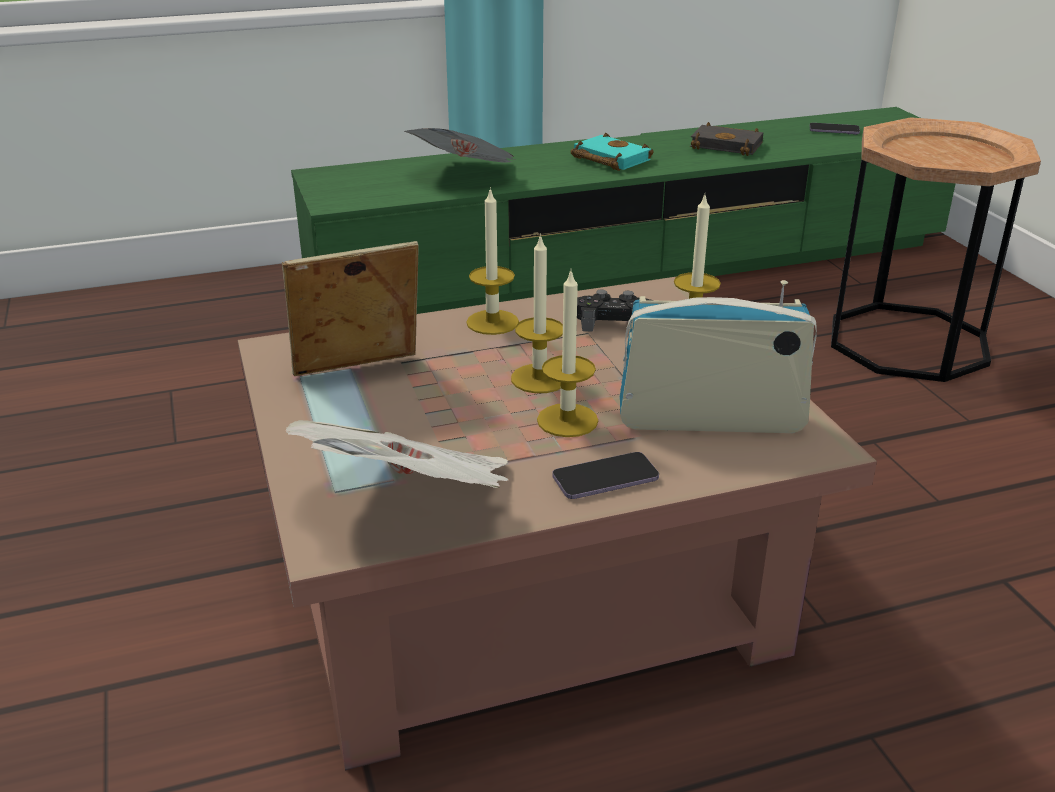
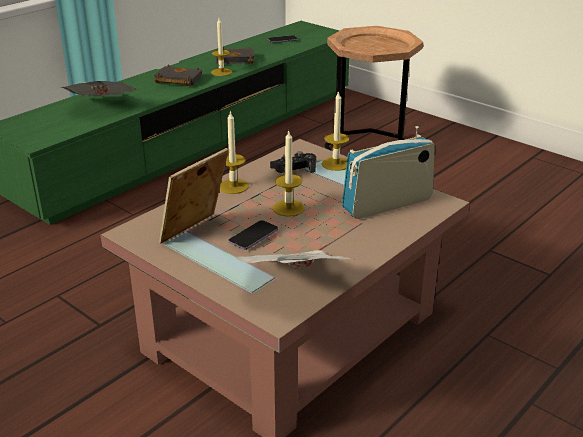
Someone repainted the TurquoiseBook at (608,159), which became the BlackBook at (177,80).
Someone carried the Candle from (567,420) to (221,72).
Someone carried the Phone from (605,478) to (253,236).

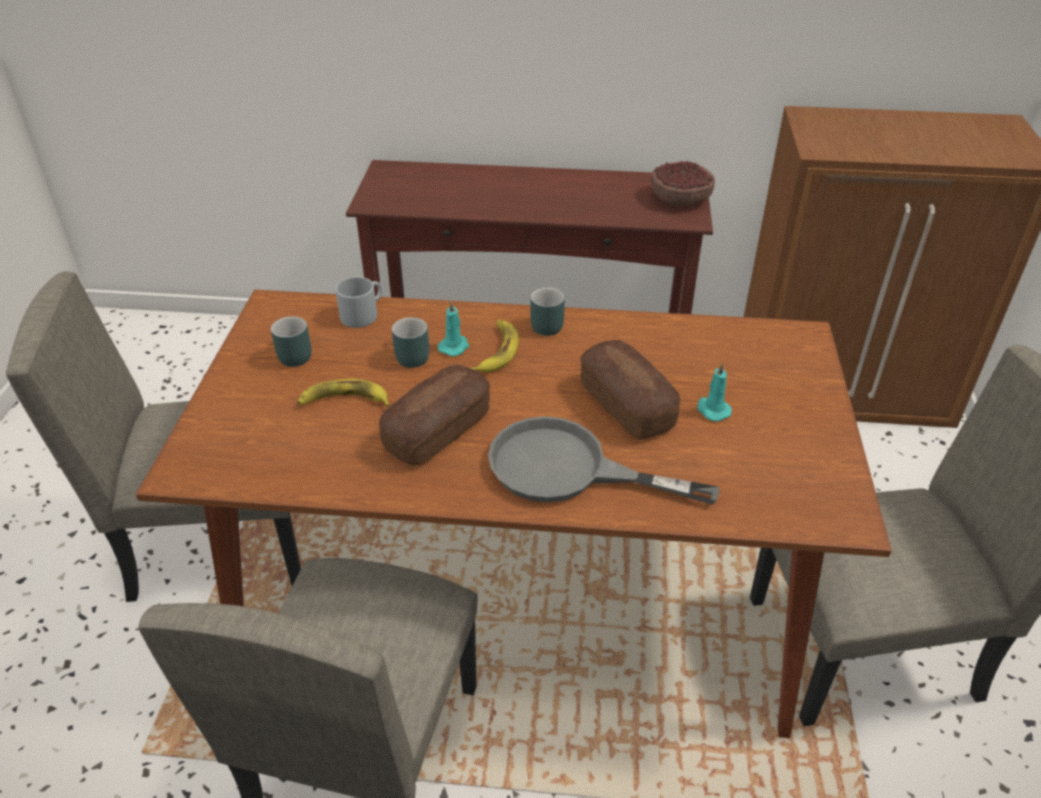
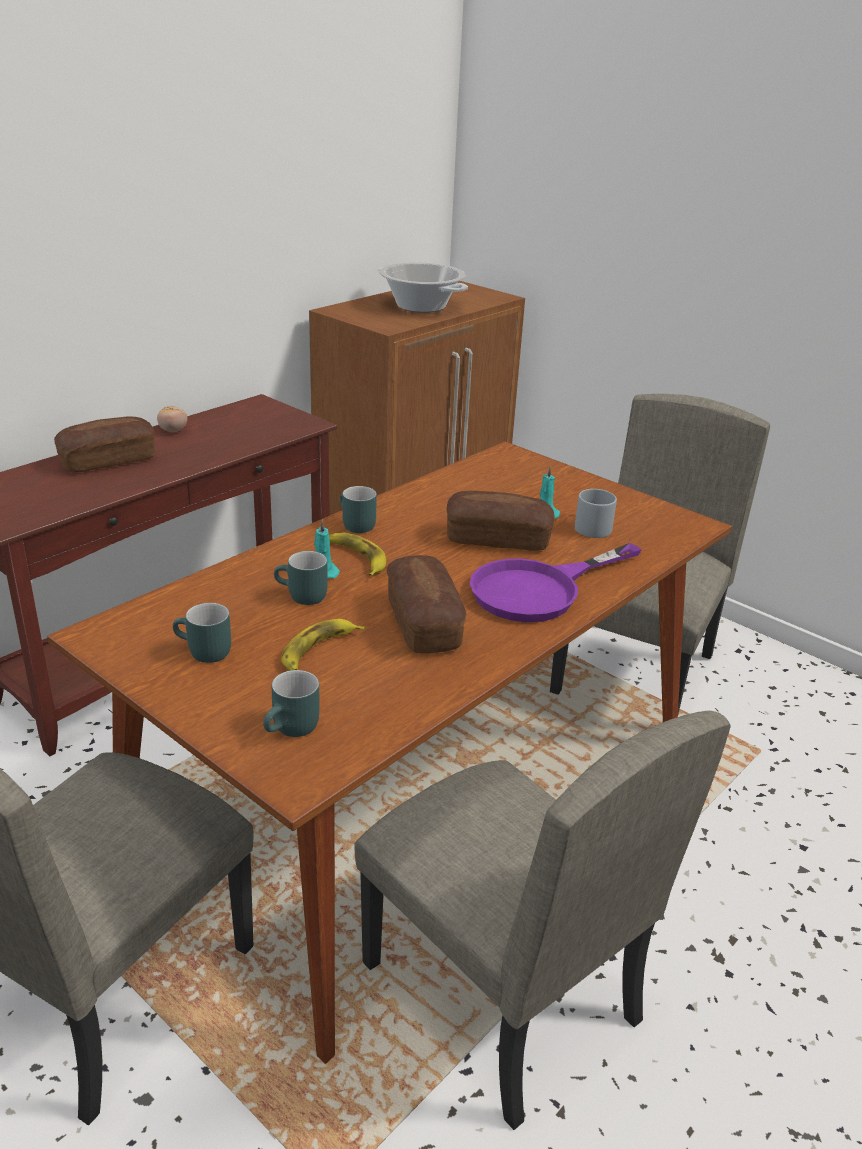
Someone put down the Bread at (108,461).
Someone put down the Tomato at (173,431).
Someone put down the TurquoiseMug at (293,730).
Someone put down the CookingPot at (420,306).
Someone repainted the GreyFryingPan at (568,469), which became the PurpleFryingPan at (539,589).
Someone carried the GreyMug from (363,313) to (589,526).
Someone took away the Bowl at (680,199).

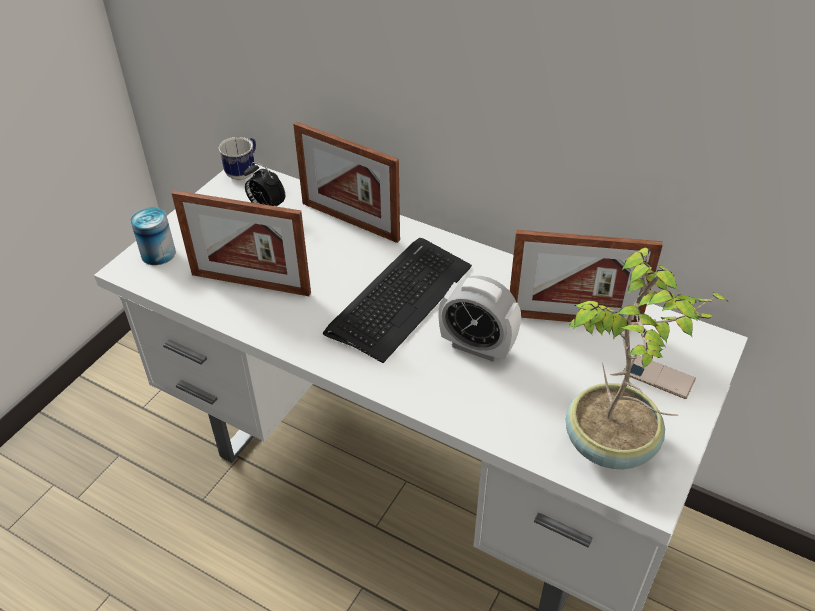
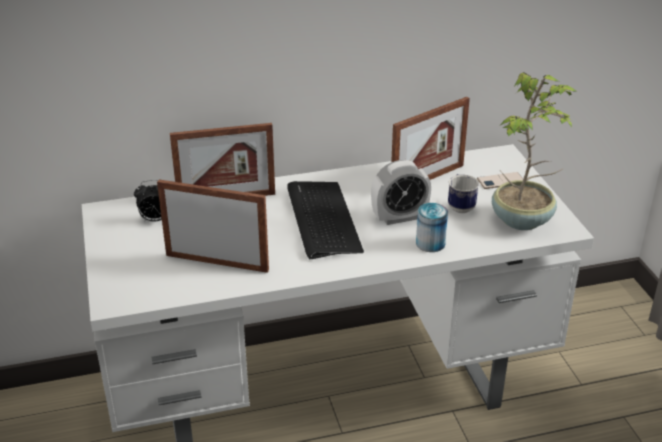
Someone rotated the PictureFrame at (250,283) by 135 degrees counterclockwise.
Someone carried the Can from (158,253) to (430,243).
Someone carried the Mug from (244,172) to (460,206).

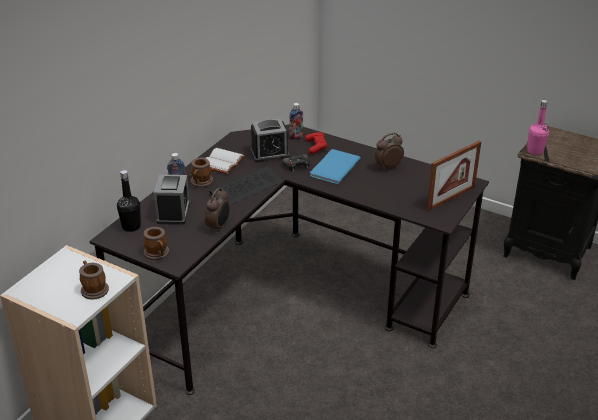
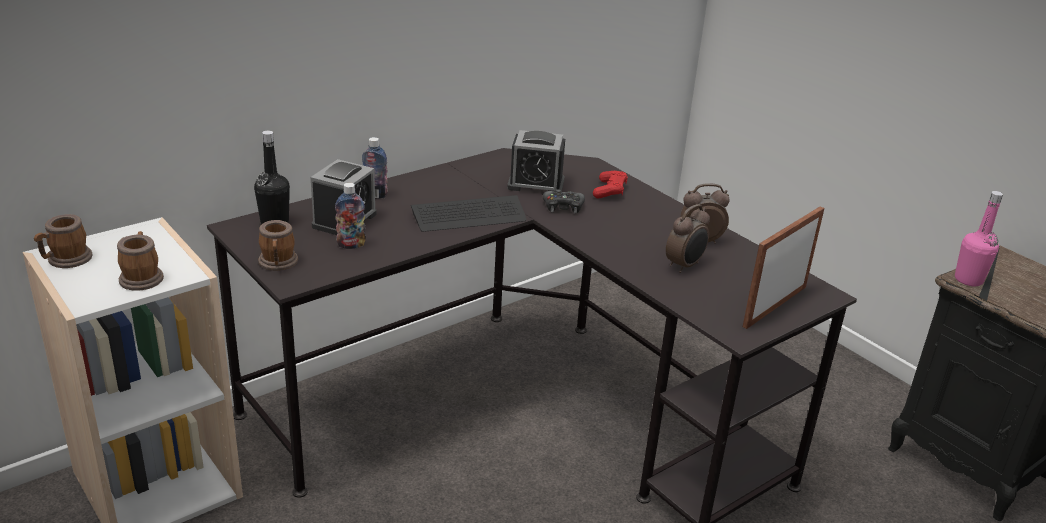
Someone carried the Mug from (201,183) to (66,260).
Someone carried the Bottle from (296,137) to (351,245).
Someone carried the AlarmClock from (219,227) to (685,266).
Someone rotated the PictureFrame at (451,198) by 150 degrees clockwise.
Someone took away the WhiteBook at (223,163).
Someone took away the BlueBook at (333,168).

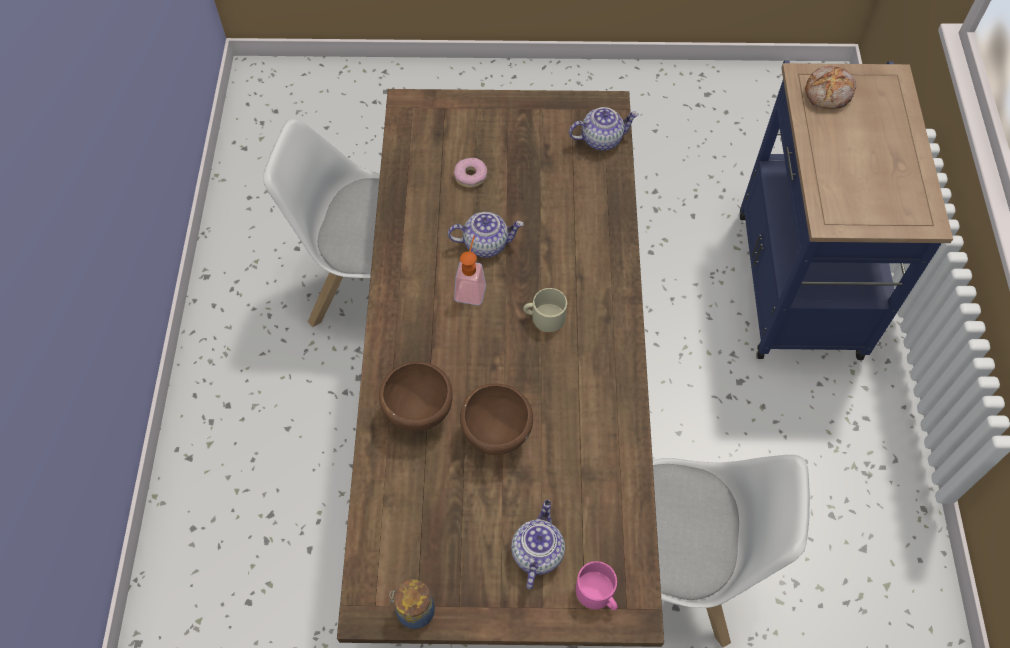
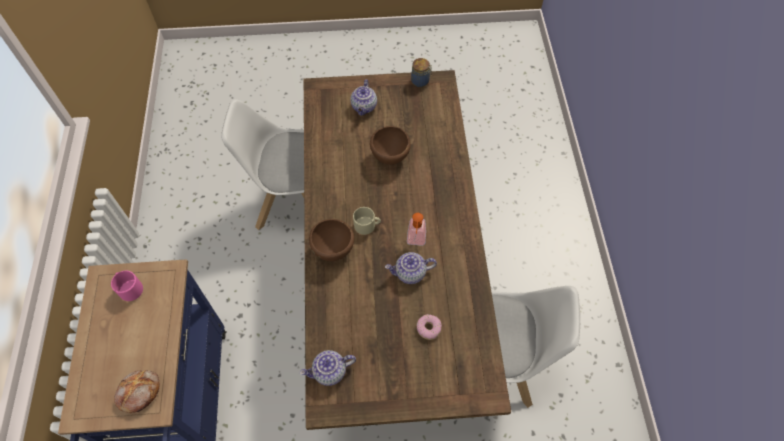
Someone carried the PinkMug from (598,594) to (129,288).
Someone carried the BrownBowl from (418,413) to (334,250).

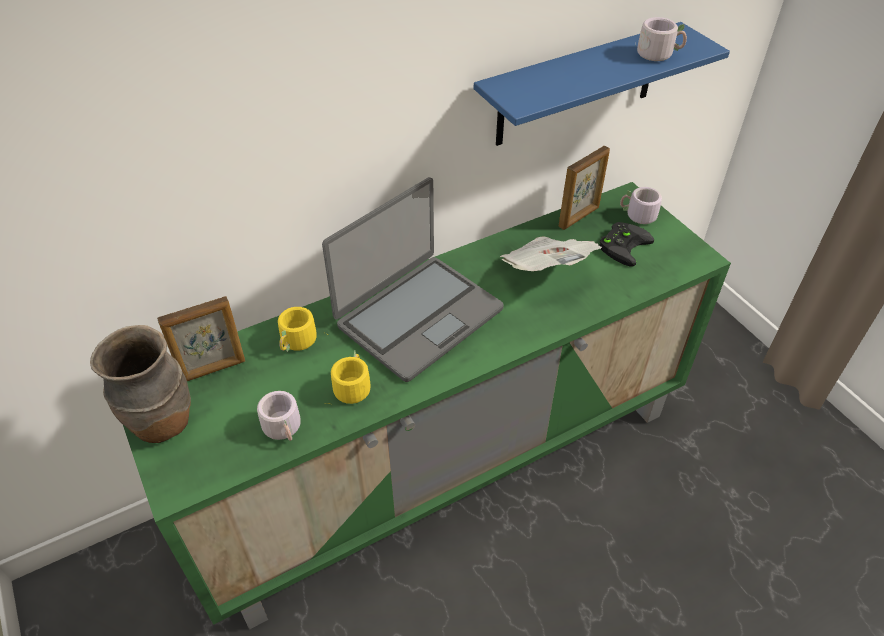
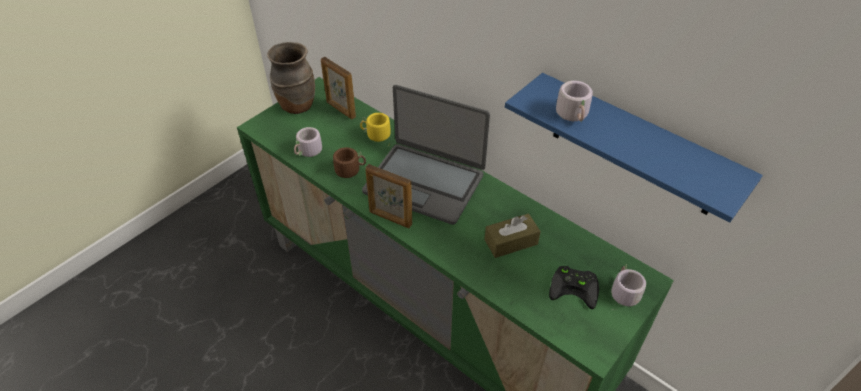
Someone repainted the YellowMug at (351,386), which became the BrownMug at (350,169).
Someone carried the PictureFrame from (579,217) to (390,218).
Someone swapped the Newspaper at (546,271) for the BrownTissueBox at (511,242).
Someone carried the GreyMug from (658,53) to (574,115).

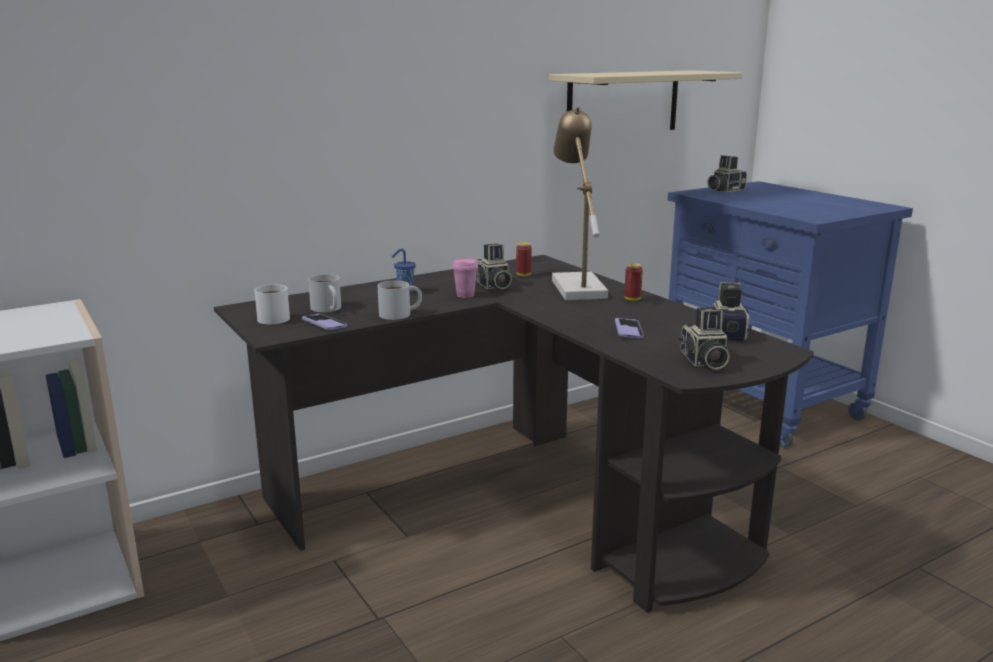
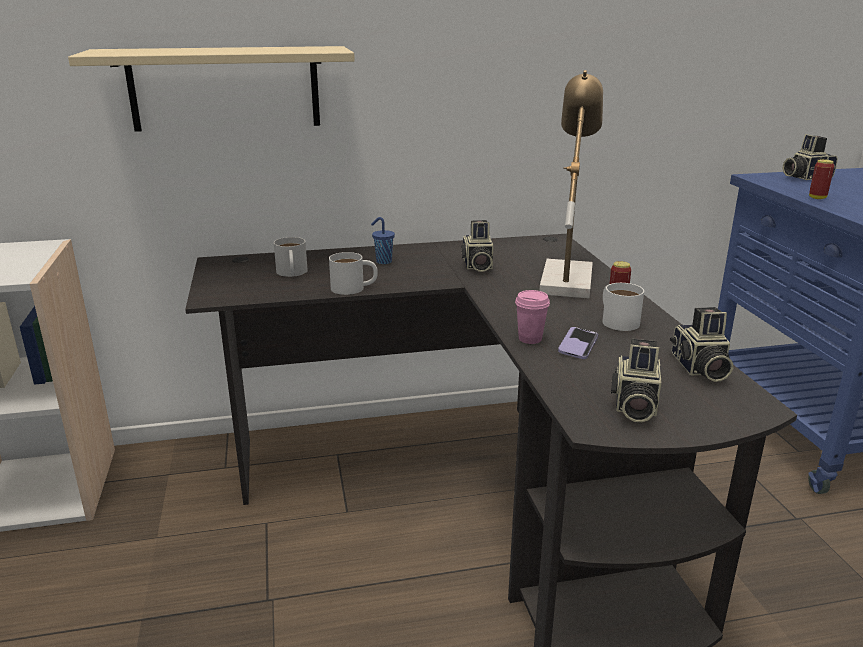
Someone carried the BeigeShelf from (623,103) to (225,88).
Someone carried the PinkCup from (465,295) to (530,339).
Someone carried the WhiteMug from (270,317) to (616,320).
Someone rotated the PhotoCamera at (728,333) by 150 degrees clockwise.
Someone carried the Can from (523,275) to (817,198).
Someone took away the Phone at (324,323).

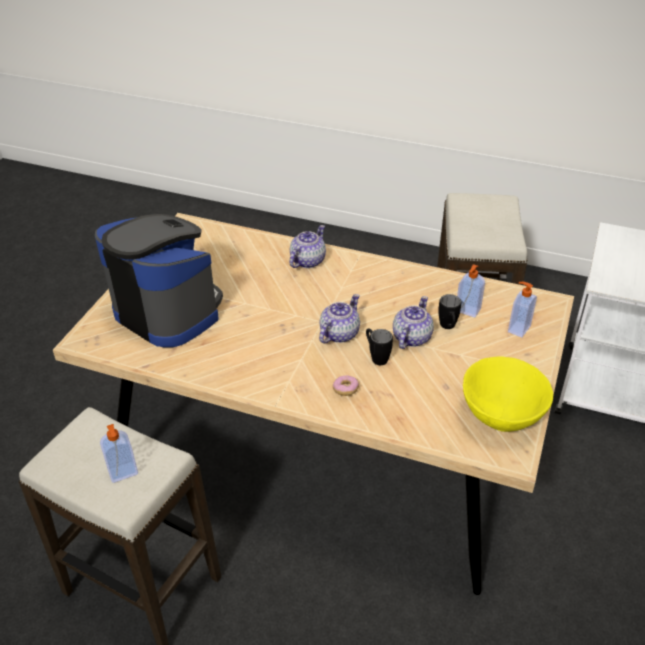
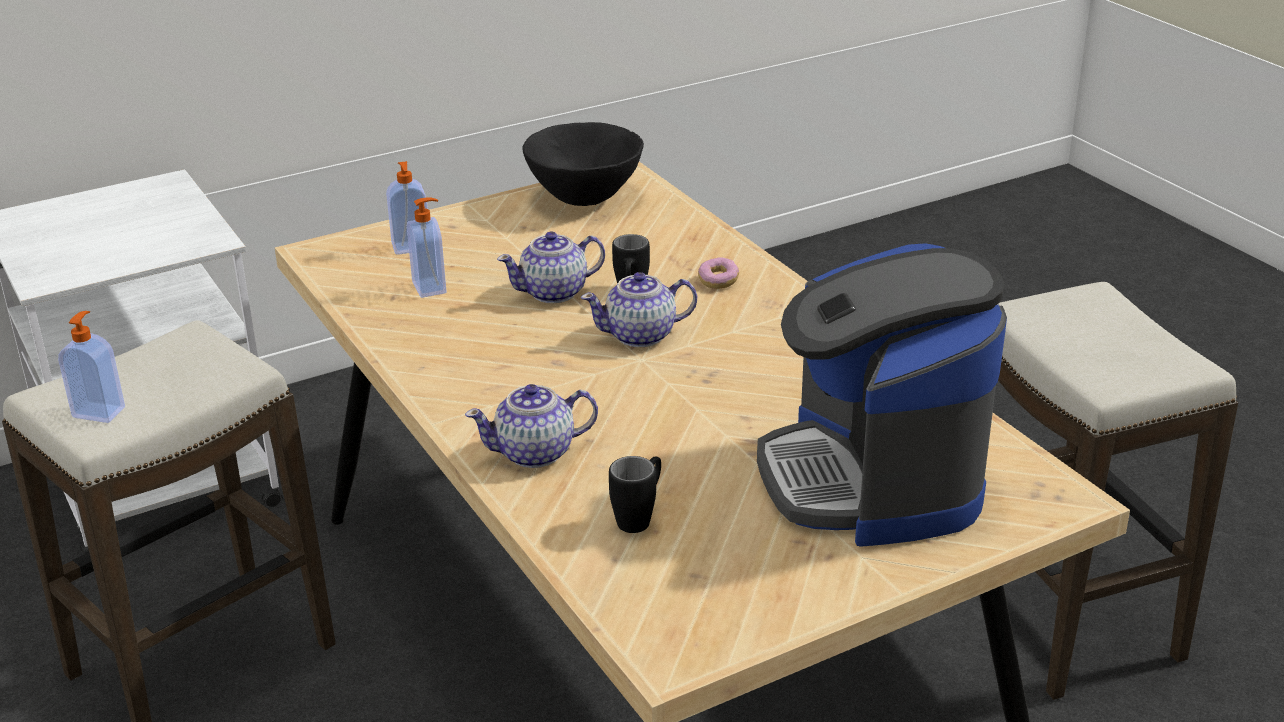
Someone carried the SoapDispenser from (123,473) to (99,411).
Someone repainted the YellowBowl at (501,417), which became the BlackBowl at (584,199).
Someone carried the BlackMug from (448,328) to (640,517).

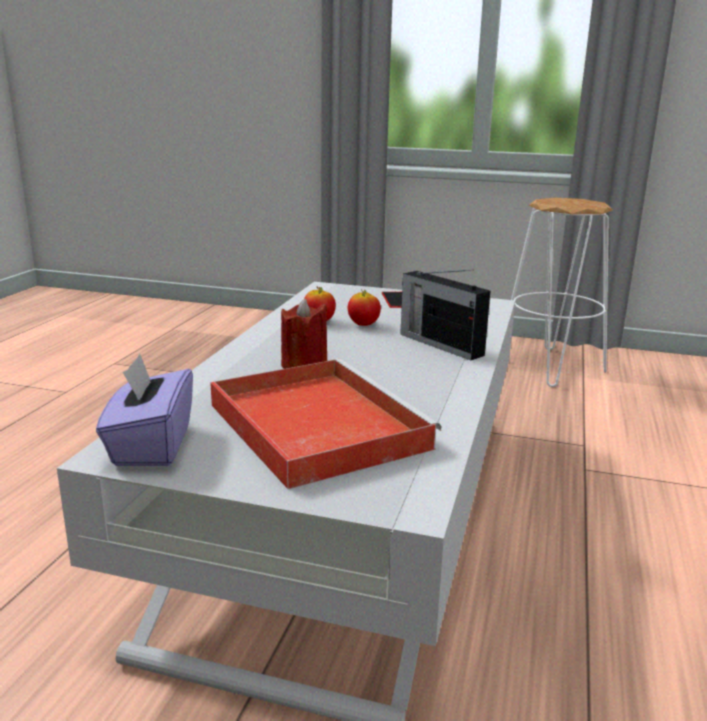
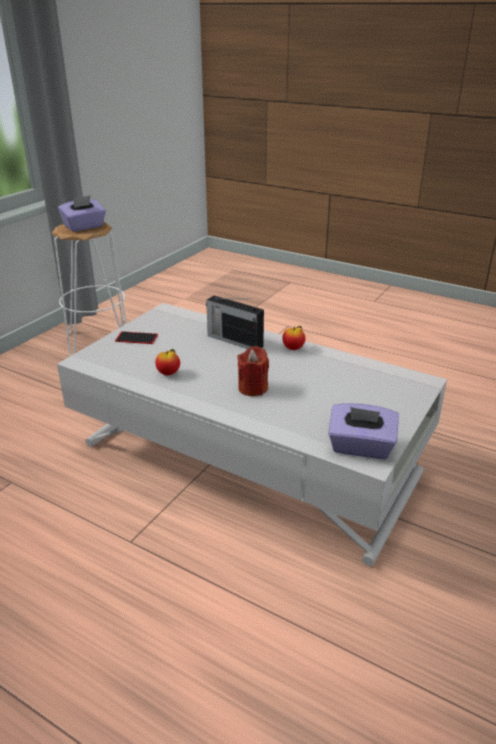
Someone put down the PurpleTissueBox at (84,227).
Someone rotated the Radio at (439,344) by 60 degrees clockwise.
Someone carried the Apple from (363,325) to (293,348).
Someone took away the RedTray at (314,424).

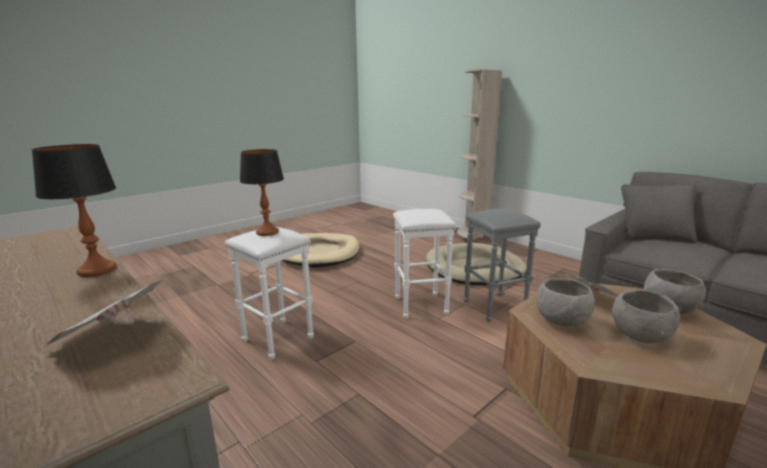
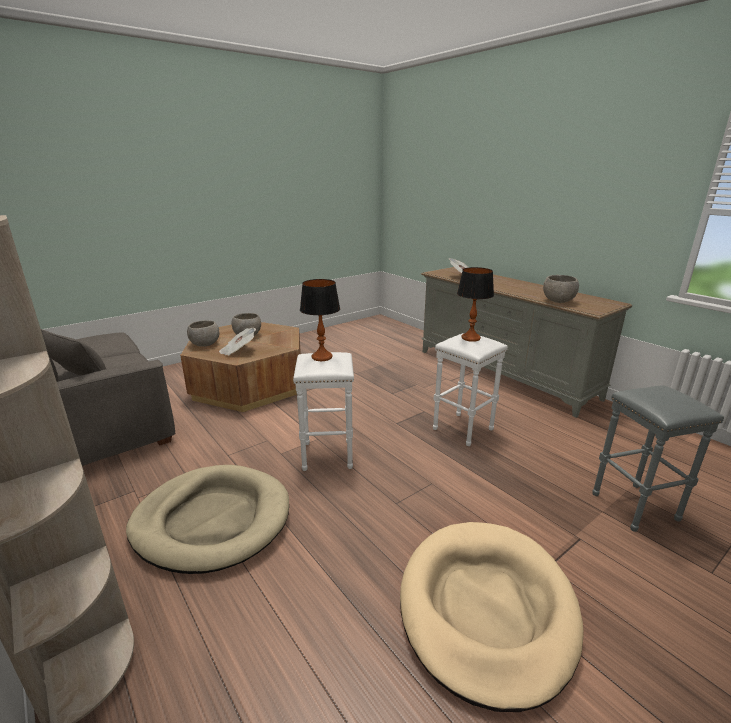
Someone carried the TableLamp from (97,270) to (322,357).
Someone carried the GreyBowl from (562,321) to (557,301).
Someone carried the GreyStool from (492,307) to (637,507).

